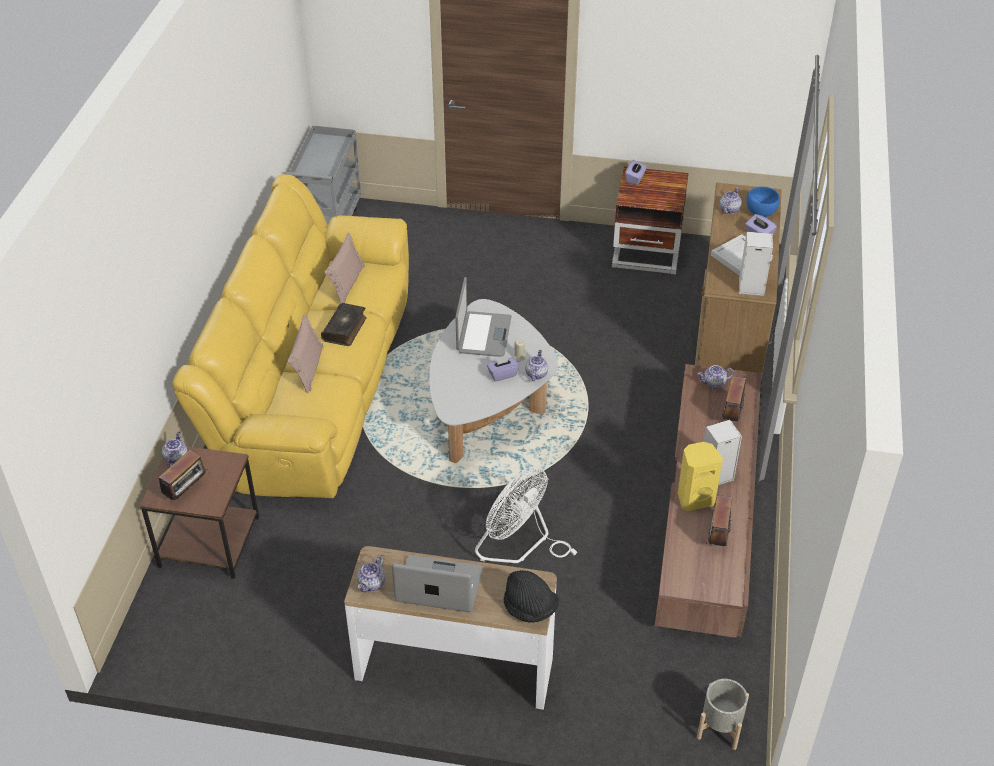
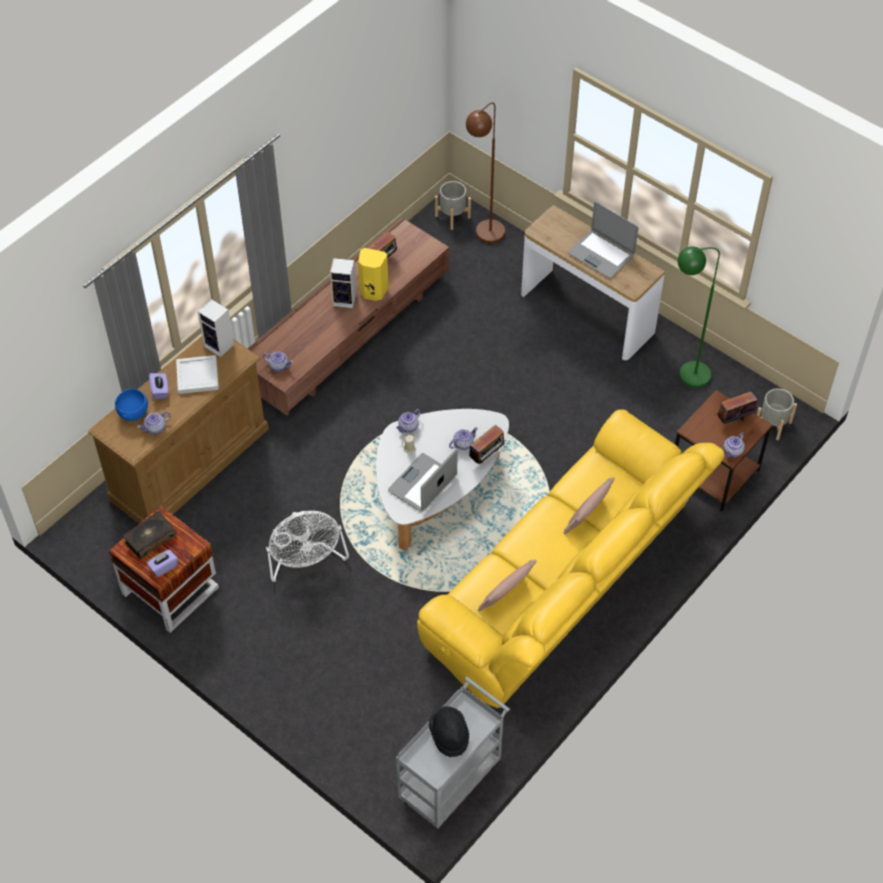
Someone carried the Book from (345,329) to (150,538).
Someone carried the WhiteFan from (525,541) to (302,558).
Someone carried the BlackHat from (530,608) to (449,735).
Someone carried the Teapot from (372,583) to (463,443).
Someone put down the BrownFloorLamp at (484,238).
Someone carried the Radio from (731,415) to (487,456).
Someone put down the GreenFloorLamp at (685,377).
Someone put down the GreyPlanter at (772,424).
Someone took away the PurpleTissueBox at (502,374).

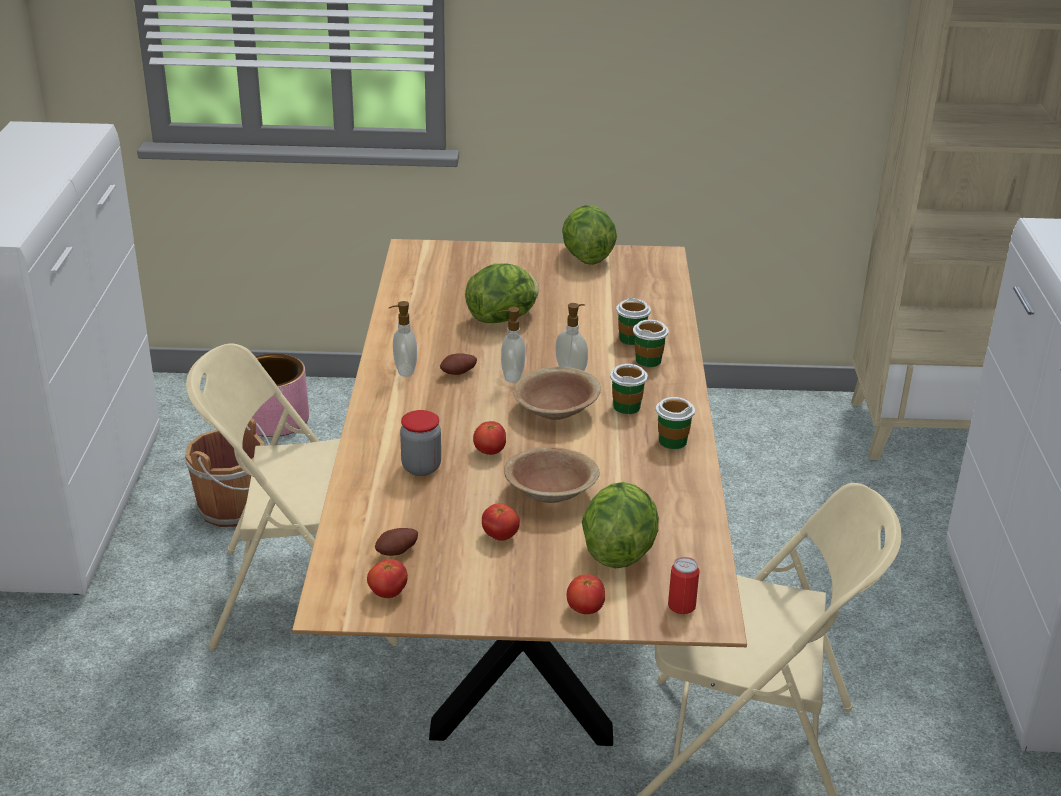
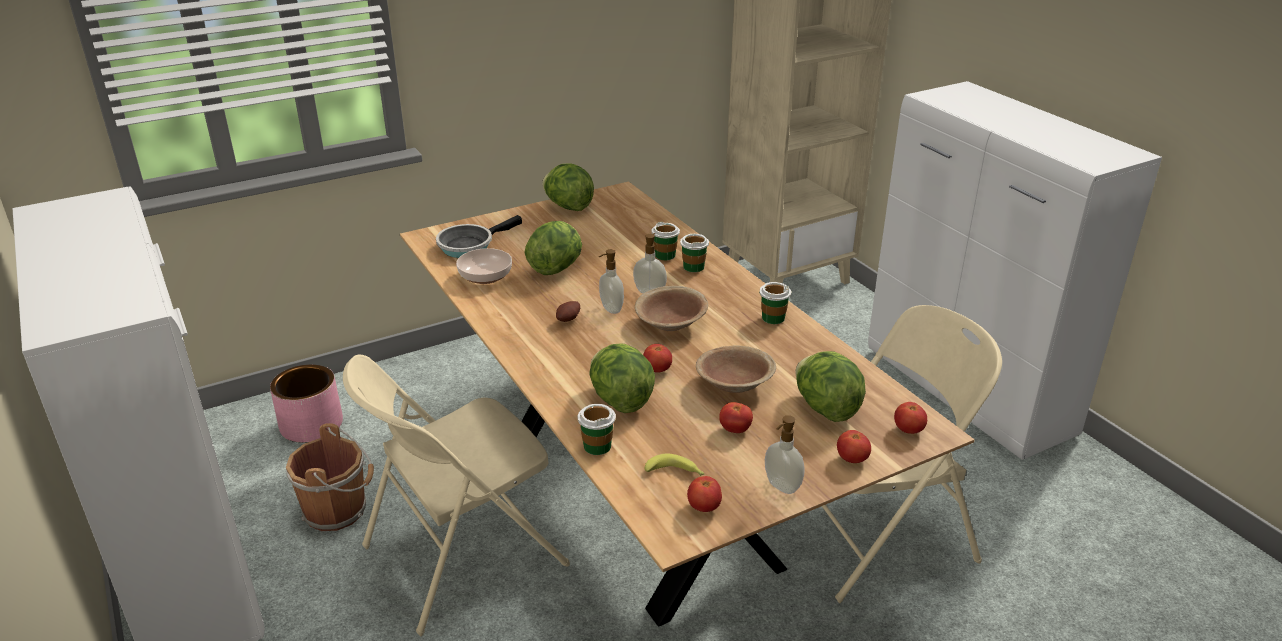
Someone put down the FryingPan at (469,245).
Someone put down the Bowl at (485,276).
Someone carried the Cup from (626,406) to (597,446).
Someone swapped the Jar at (421,467) for the Lettuce at (620,400).
Someone swapped the Potato at (397,553) for the Banana at (676,472).
Someone carried the SoapDispenser from (404,371) to (781,486).
Someone swapped the Can at (681,606) for the Tomato at (908,430).

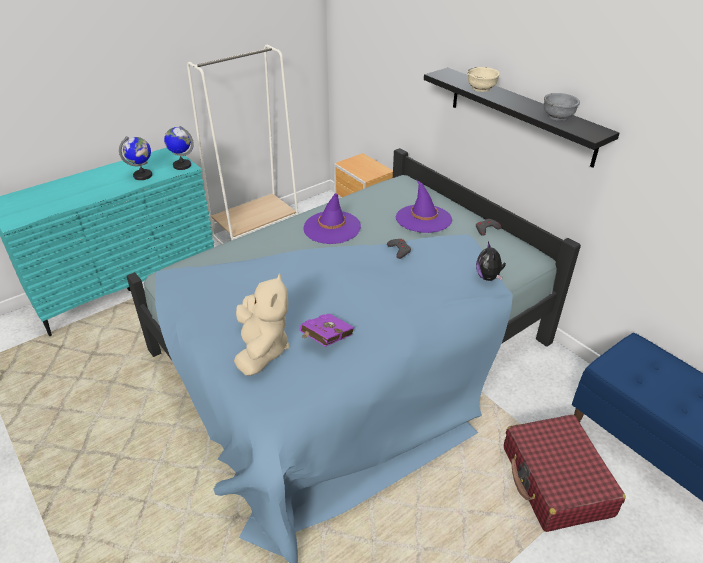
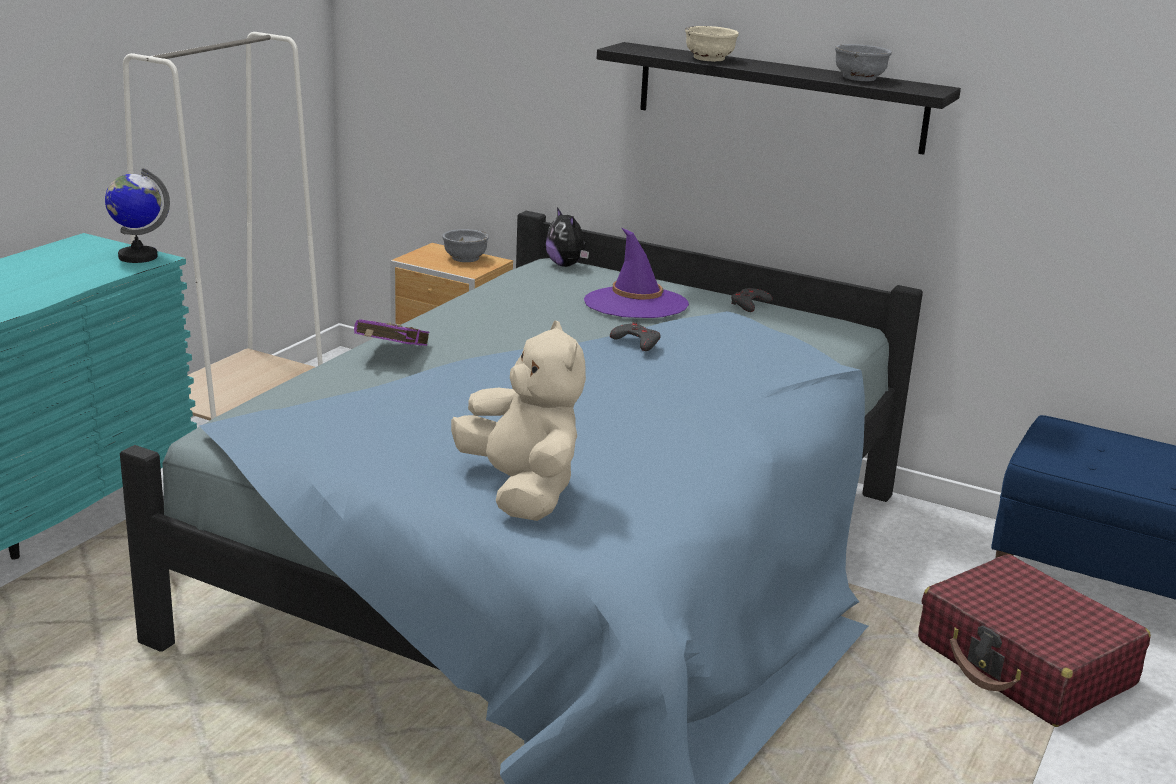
Someone carried the PurpleBook from (325,340) to (390,354).
Someone put down the GreyBowl at (465,258).
Someone carried the PlushToy from (488,277) to (566,265).
Someone took away the Globe at (143,176).
Someone took away the PurpleHat at (332,228).

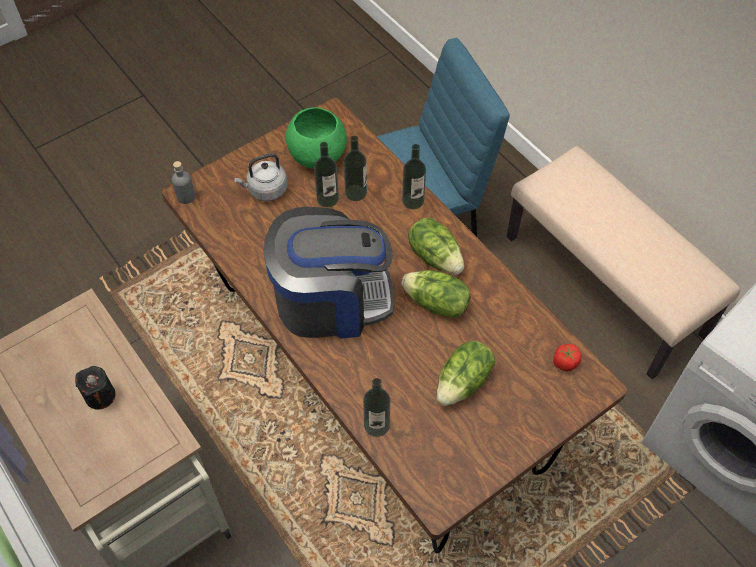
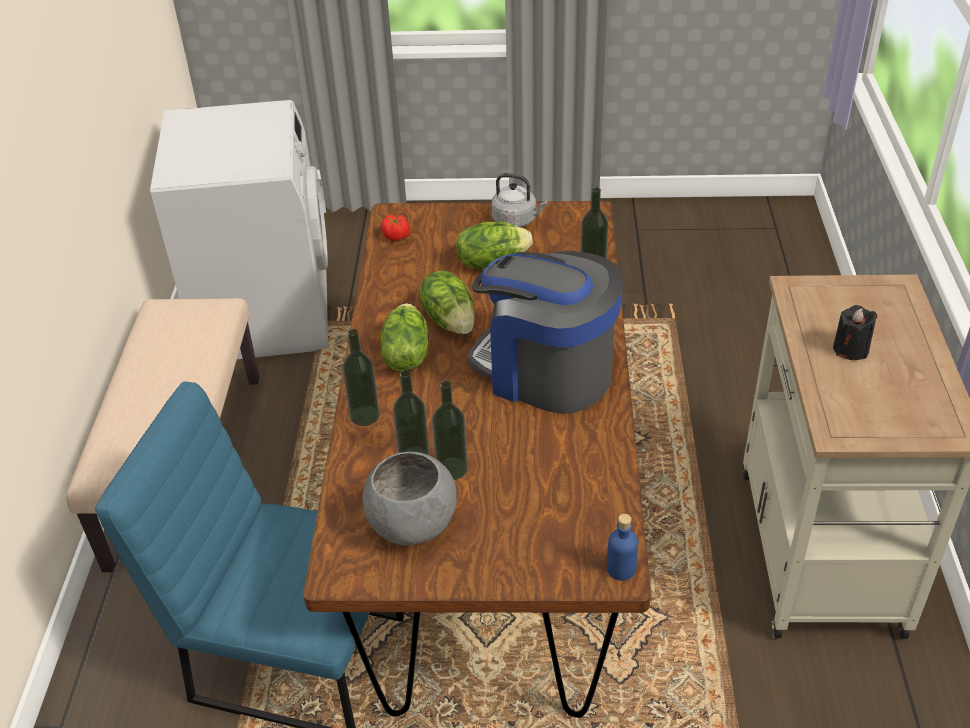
Someone repainted the GreenBowl at (317,156), which became the GreyBowl at (413,526).
Someone carried the GreyKettle from (265,190) to (516,221).
Someone repainted the GreyBottle at (186,196), which became the BlueBottle at (621,569).

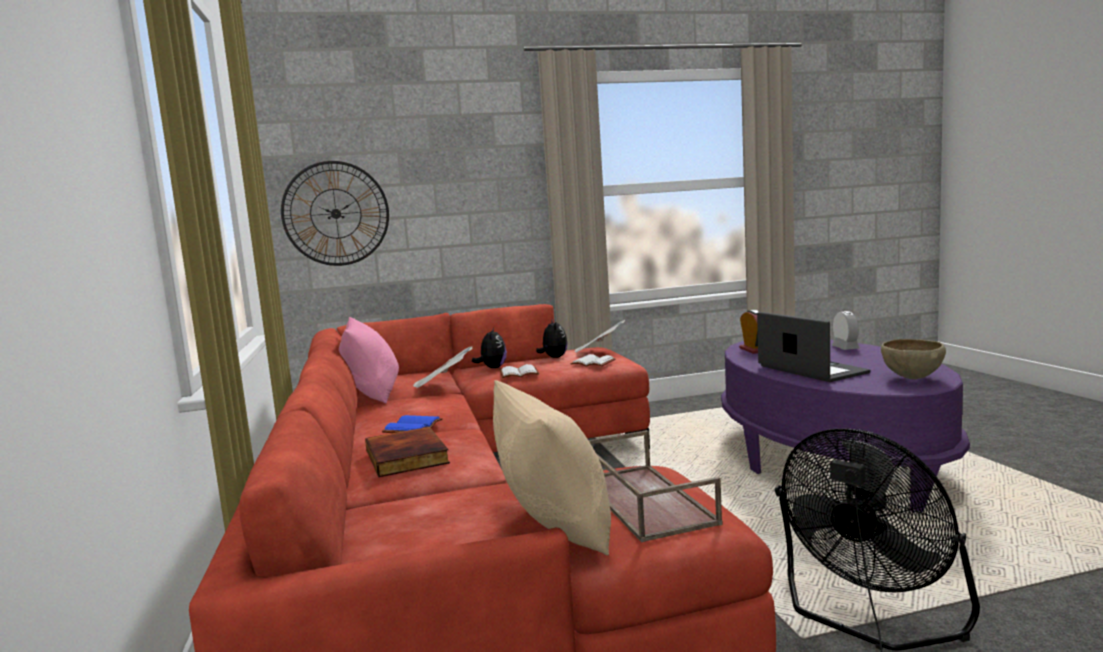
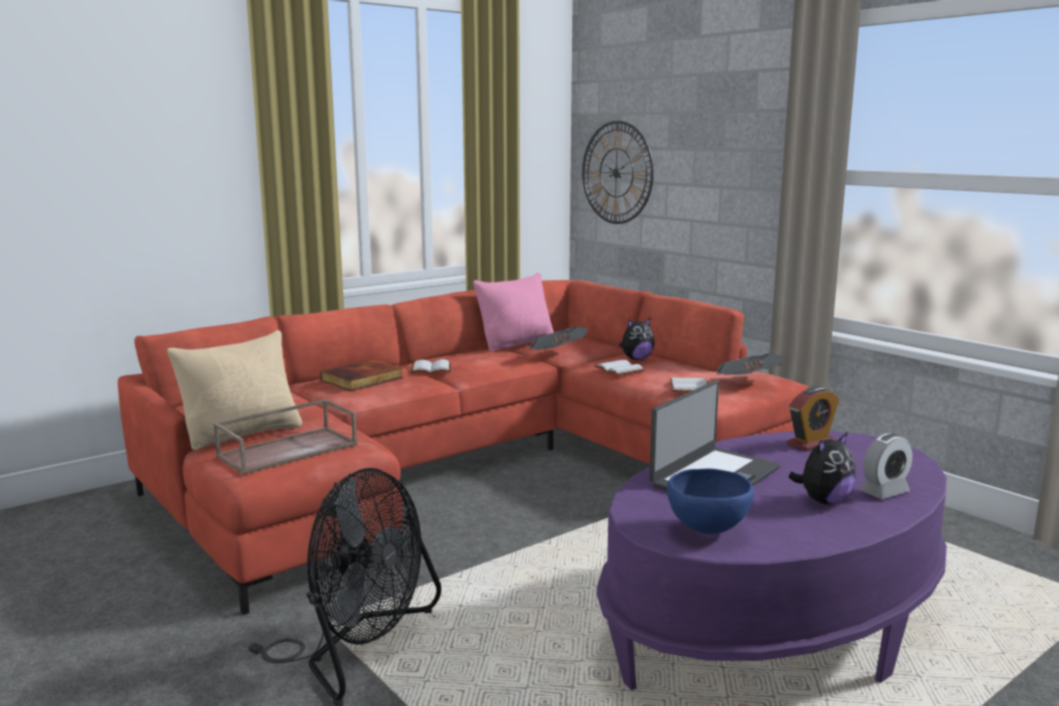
Someone repainted the BlueBook at (414,427), which became the WhiteBook at (430,369).
Someone repainted the BrownBowl at (911,378), which became the BlueBowl at (708,530).
Someone carried the PlushToy from (554,357) to (823,501).

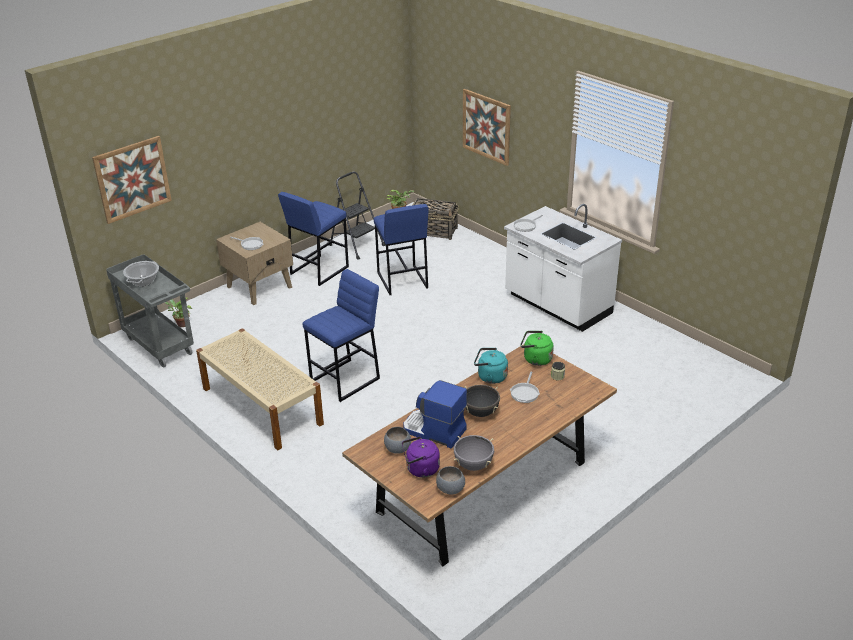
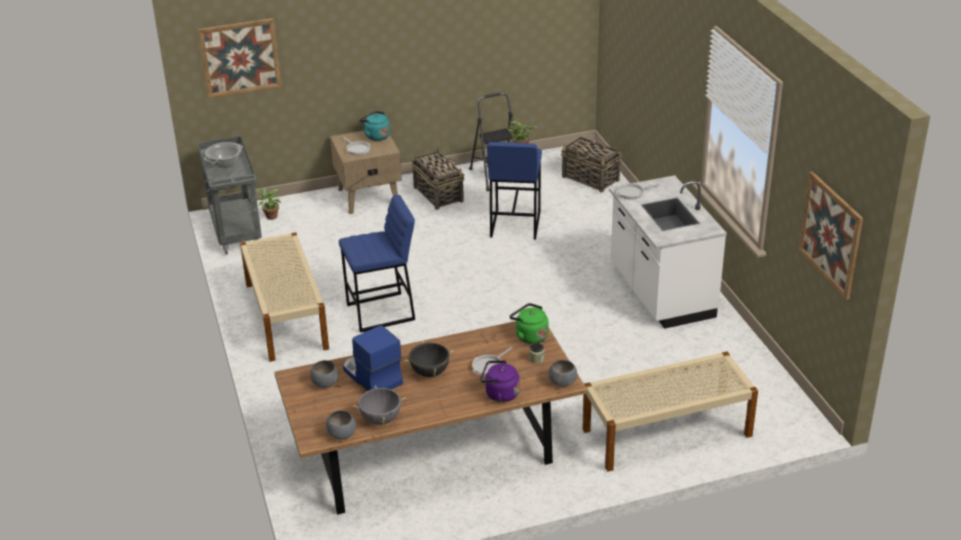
Someone carried the TurquoiseKettle from (490,377) to (376,136).
Someone swapped the BlueStool at (318,271) for the Basket at (438,194).
Someone carried the PurpleKettle from (420,469) to (499,394).
Someone put down the GreyBowl at (563,382).
Someone put down the BeigeBench at (667,433).
Someone carried the Picture from (486,126) to (831,234).

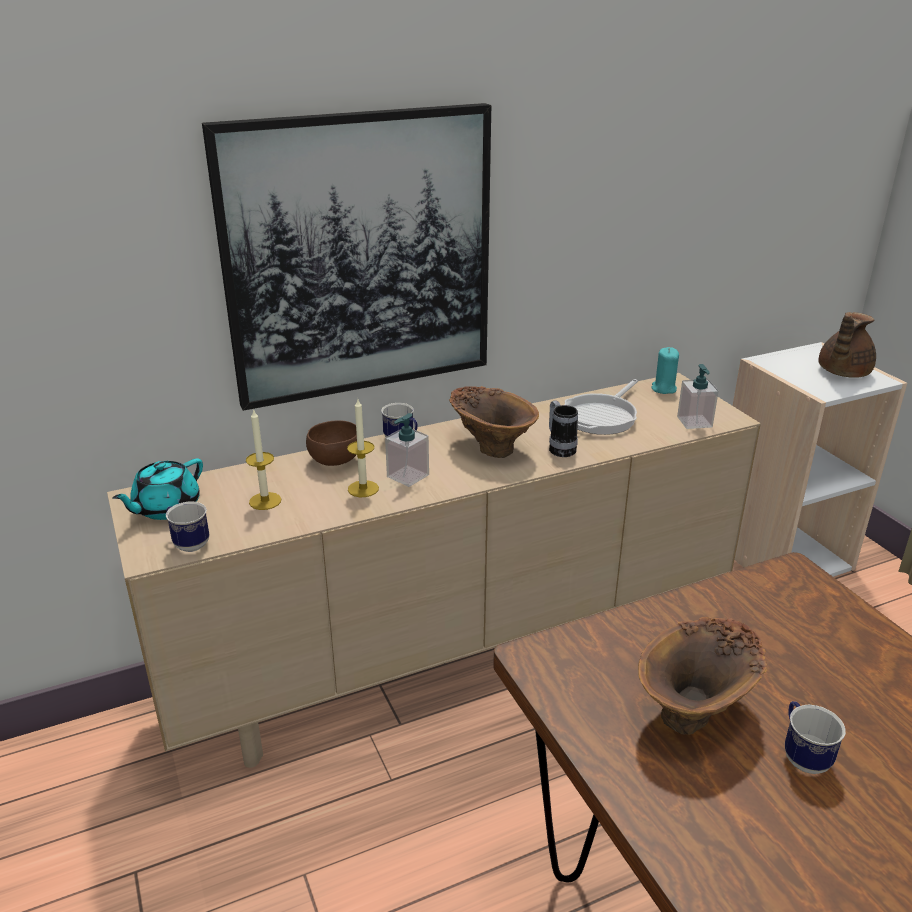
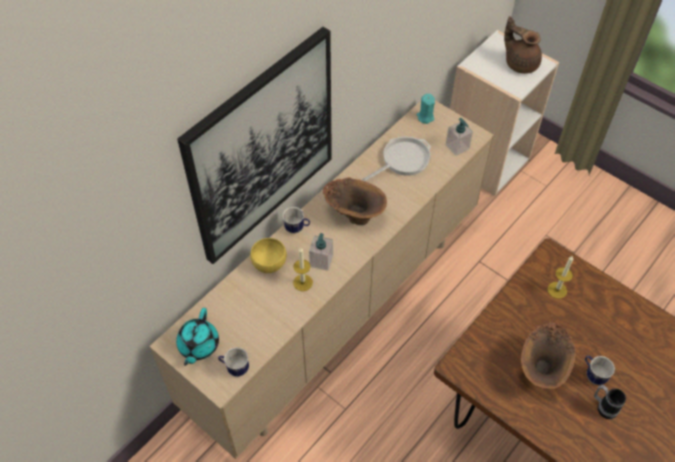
Someone repainted the BrownBowl at (334,461), which became the YellowBowl at (269,263).
Someone rotated the FryingPan at (602,416) by 135 degrees counterclockwise.
Someone rotated the BrownTeapot at (842,372) by 120 degrees clockwise.
Someone carried the Candle from (265,501) to (557,290).
Someone carried the Mug from (559,448) to (603,407).

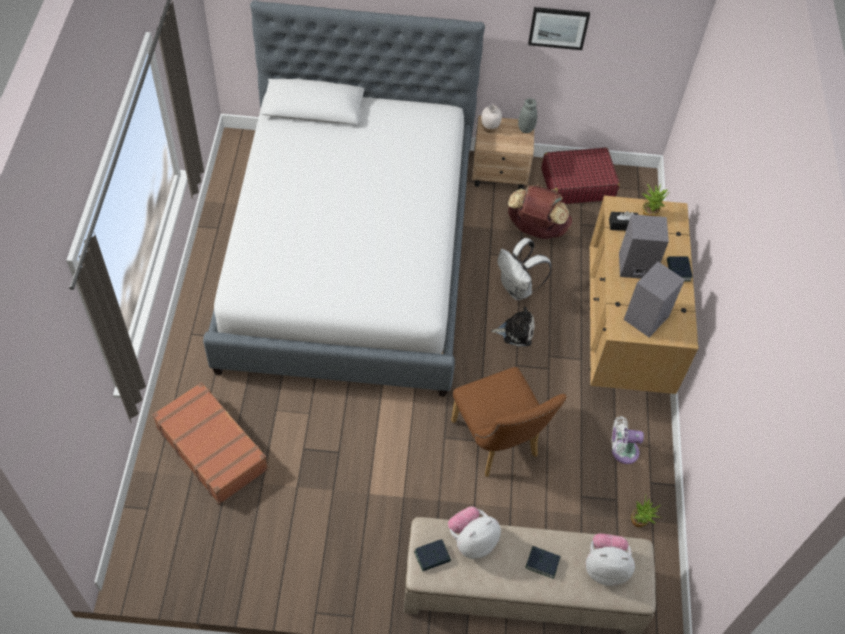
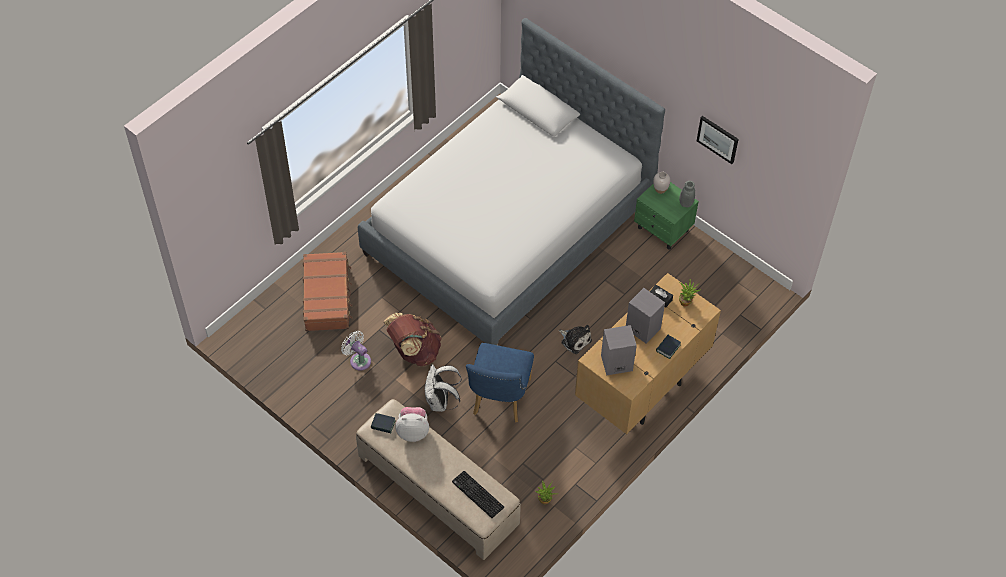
Someone carried the WhiteFan from (621,451) to (358,360).
Someone carried the BrownBackpack from (535,229) to (414,351).
Someone carried the WhiteBackpack from (518,289) to (440,402).
Someone swapped the PlushToy at (605,567) for the Keyboard at (476,495).
Someone repainted the BrownChair at (498,444), which became the BlueChair at (499,400).
Someone repainted the BeigeNightstand at (500,175), which became the GreenNightstand at (663,229).
Someone took away the Book at (542,563).
Someone took away the RedSuitcase at (577,184).

